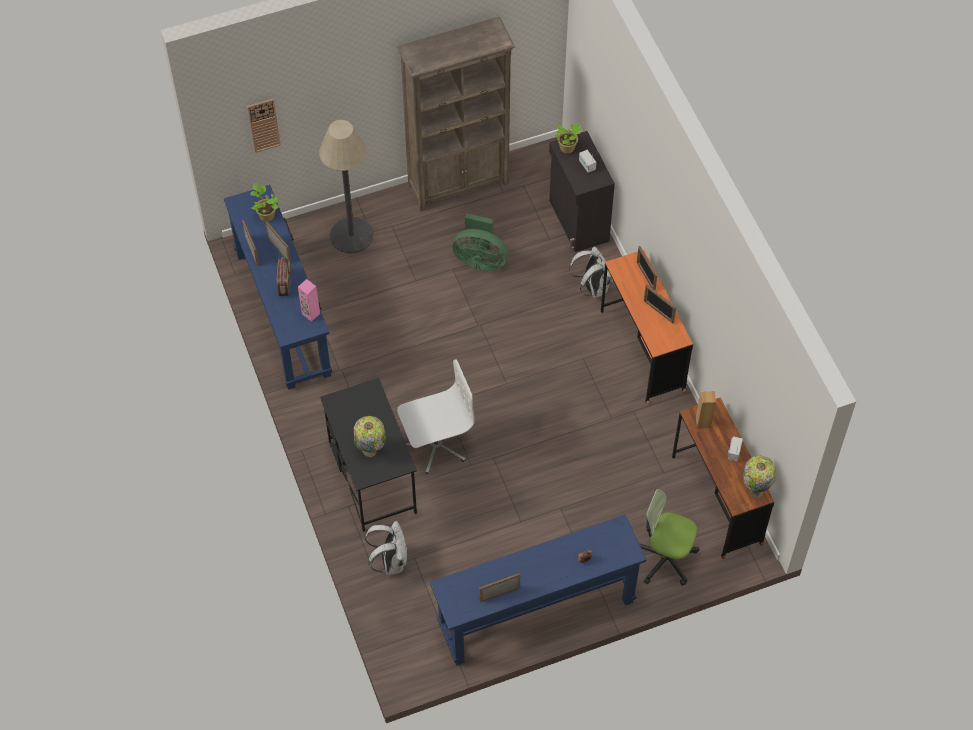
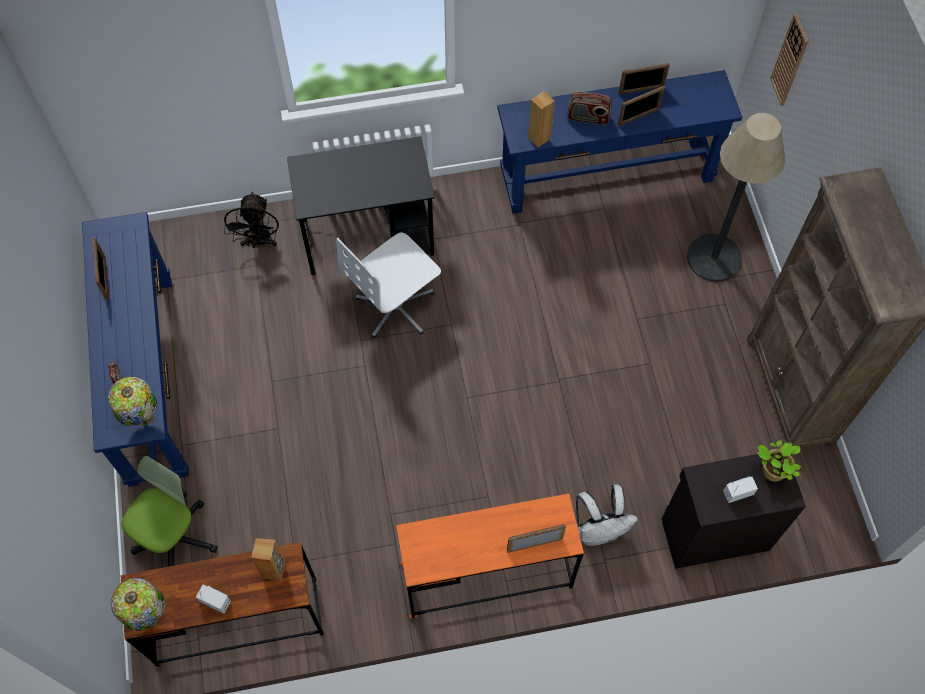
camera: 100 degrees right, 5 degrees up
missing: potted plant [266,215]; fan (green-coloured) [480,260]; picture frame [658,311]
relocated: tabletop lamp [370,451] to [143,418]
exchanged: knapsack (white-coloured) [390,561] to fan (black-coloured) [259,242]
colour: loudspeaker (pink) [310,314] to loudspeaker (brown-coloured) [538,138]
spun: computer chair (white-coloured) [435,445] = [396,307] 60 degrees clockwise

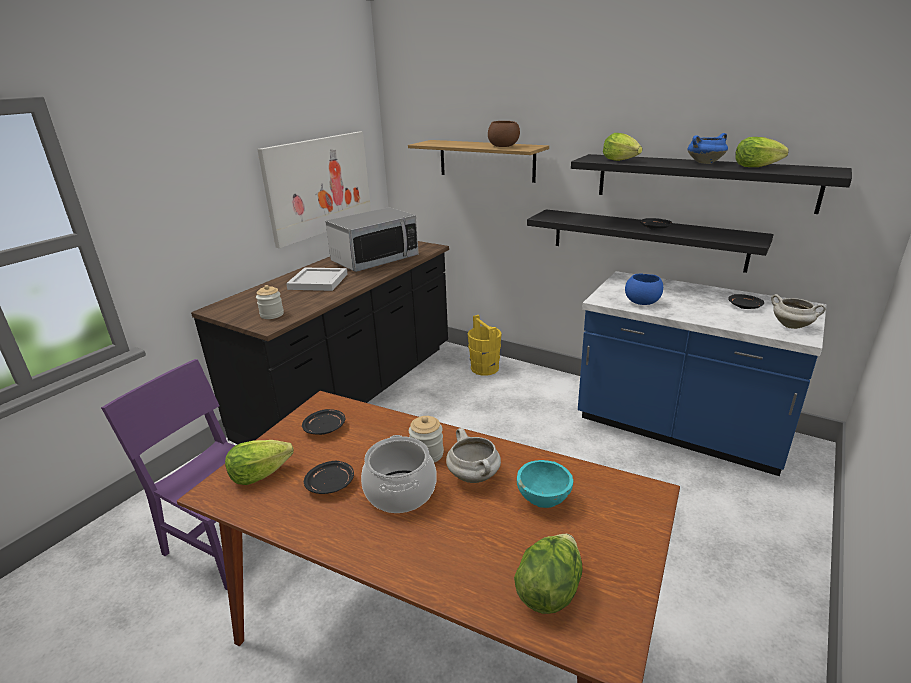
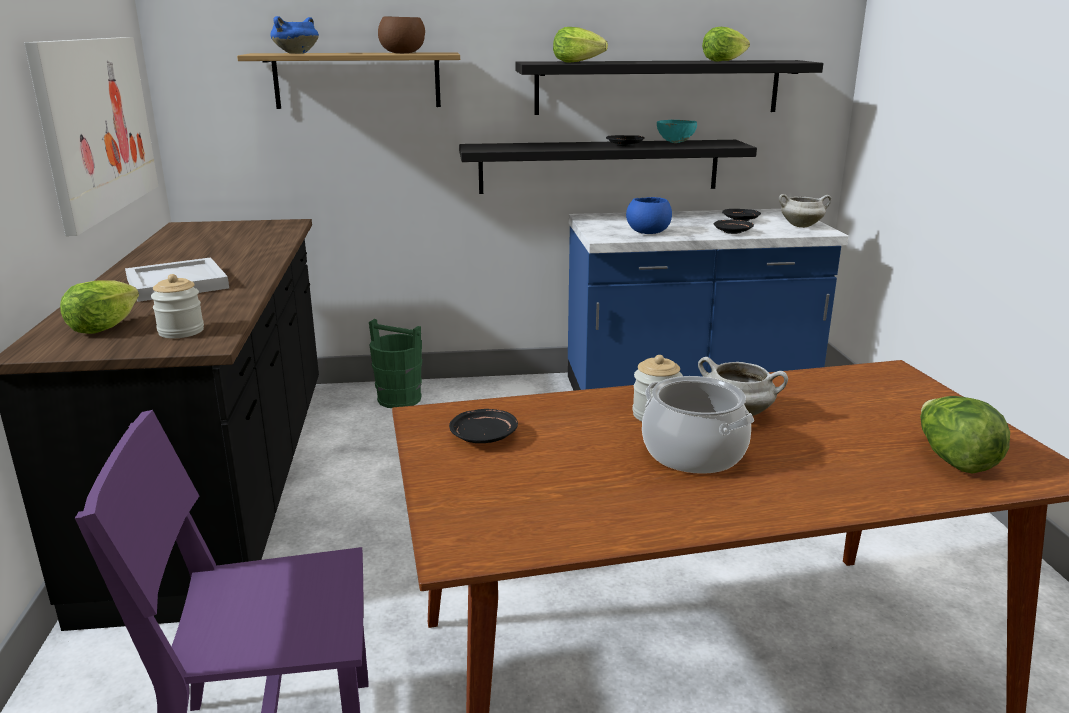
camera: 40 degrees left, 5 degrees down
missing: kitchen microwave [375,260]
relocated: lettuce [259,474] to [103,328]; stockpot (bluish) [705,163] to [296,53]; bowl (turquoise) [543,499] to [675,143]; flat dish (black-coloured) [331,484] to [732,232]
colour: pail (yellow-coloured) [485,368] to pail (green-coloured) [400,399]

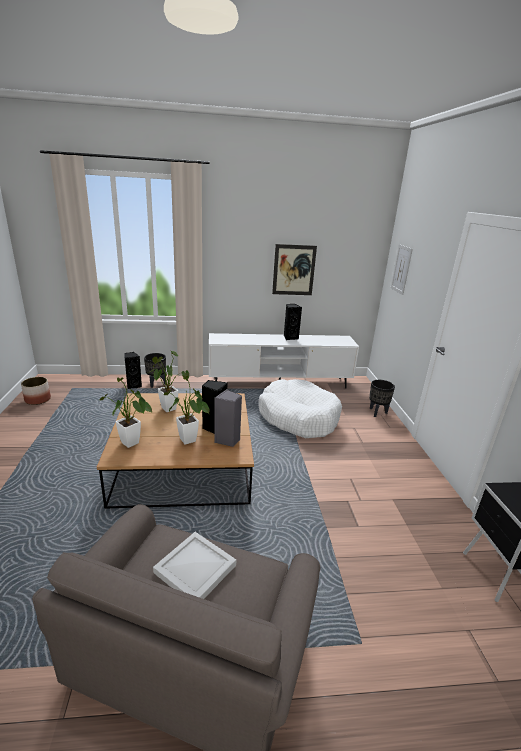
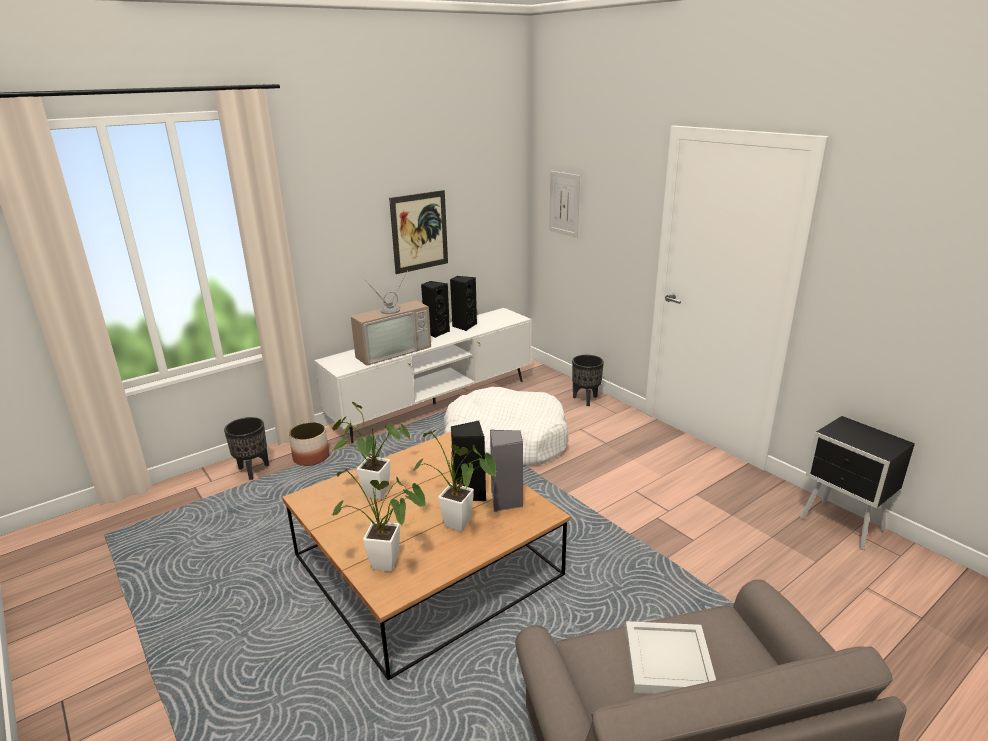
camera: 30 degrees left, 0 degrees up
appeared: television [391,350]
relocated: planter [37,400] to [311,457]; loudspeaker (black-coloured) [133,386] to [464,326]

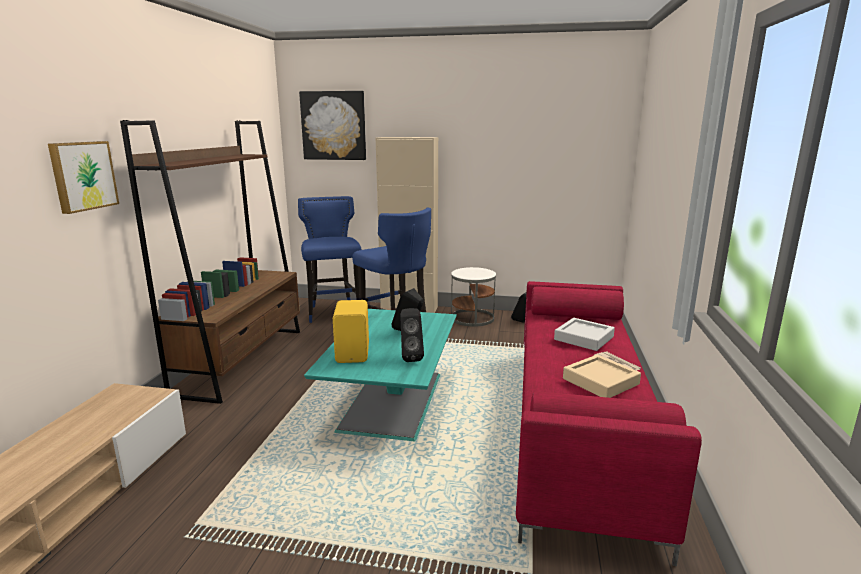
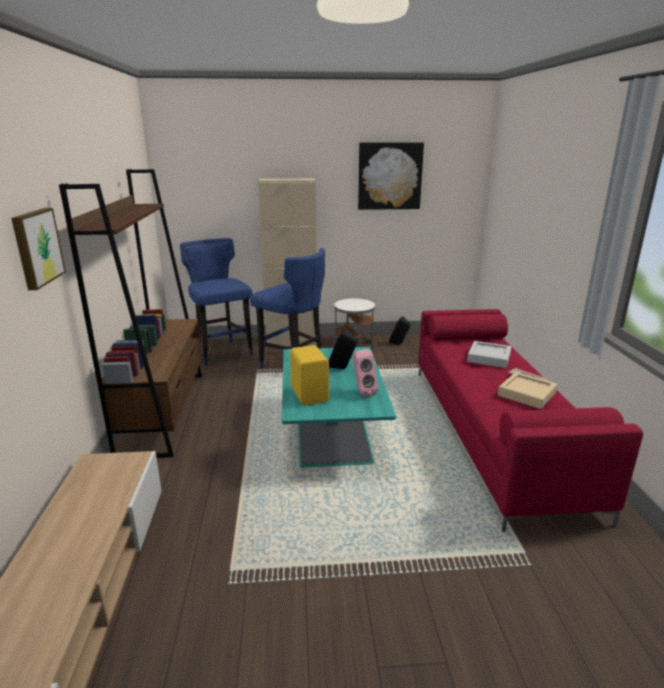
camera: 15 degrees left, 5 degrees up
relocated: wall art [333,126] to [389,176]
colour: loudspeaker (black-coloured) [410,357] to loudspeaker (pink) [362,392]

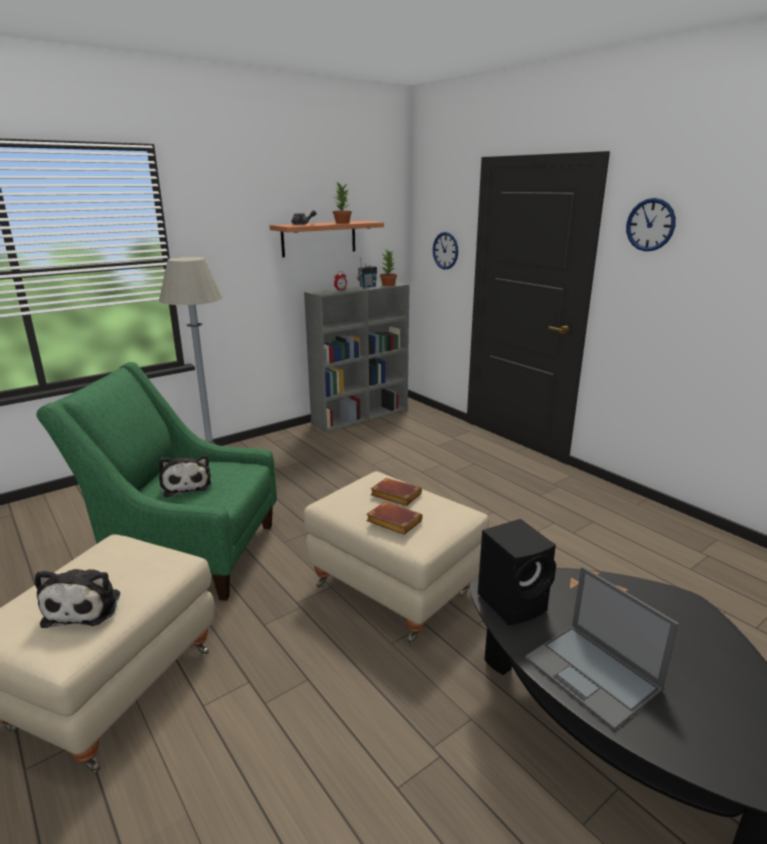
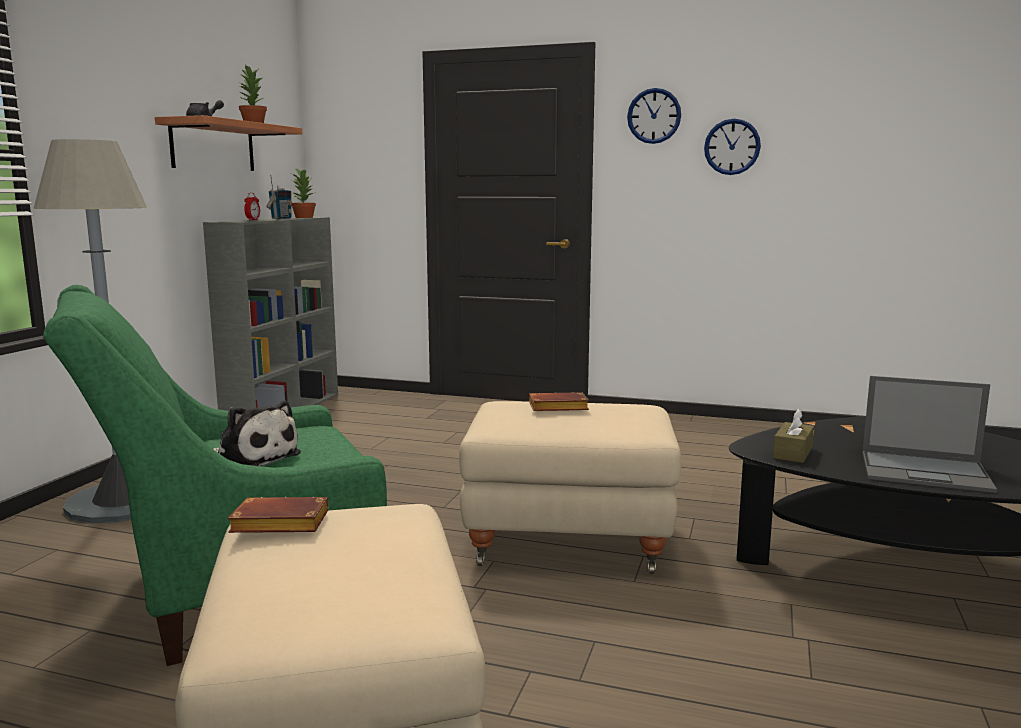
camera: 35 degrees left, 10 degrees down
missing: soft toy [85,606]
relocated: book (brown-coloured) [392,522] to [277,525]; clock on the wall [445,250] to [732,147]
exchanged: loudspeaker (black-coloured) [514,602] to tissue box (brown-coloured) [792,453]

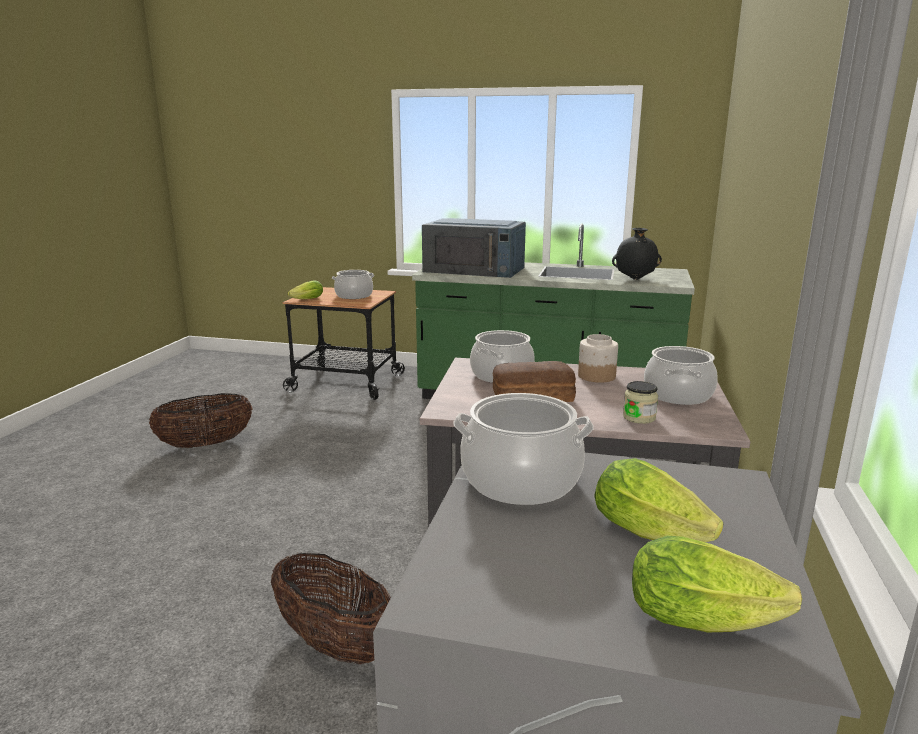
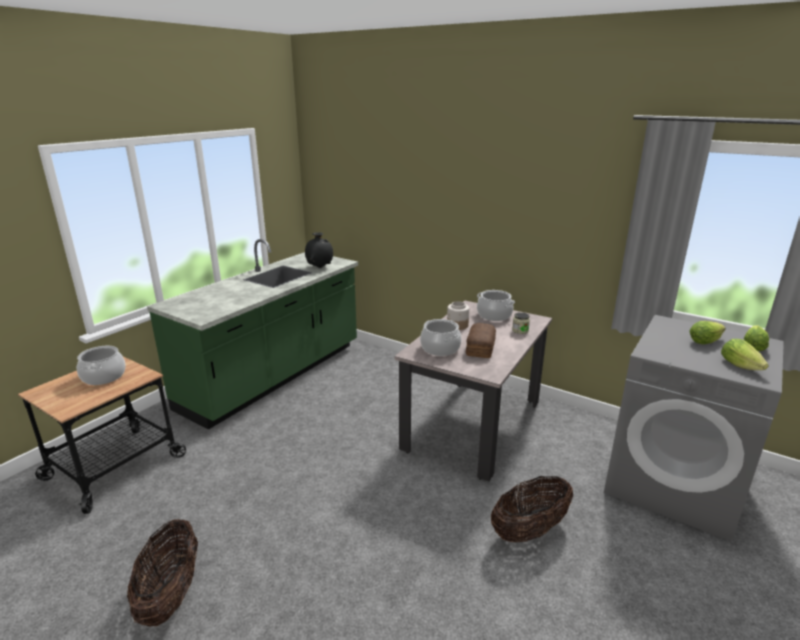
camera: 70 degrees left, 5 degrees up
missing: kitchen microwave (bluish) [475,269]; stockpot [520,481]
relocated: lettuce [305,300] to [742,366]

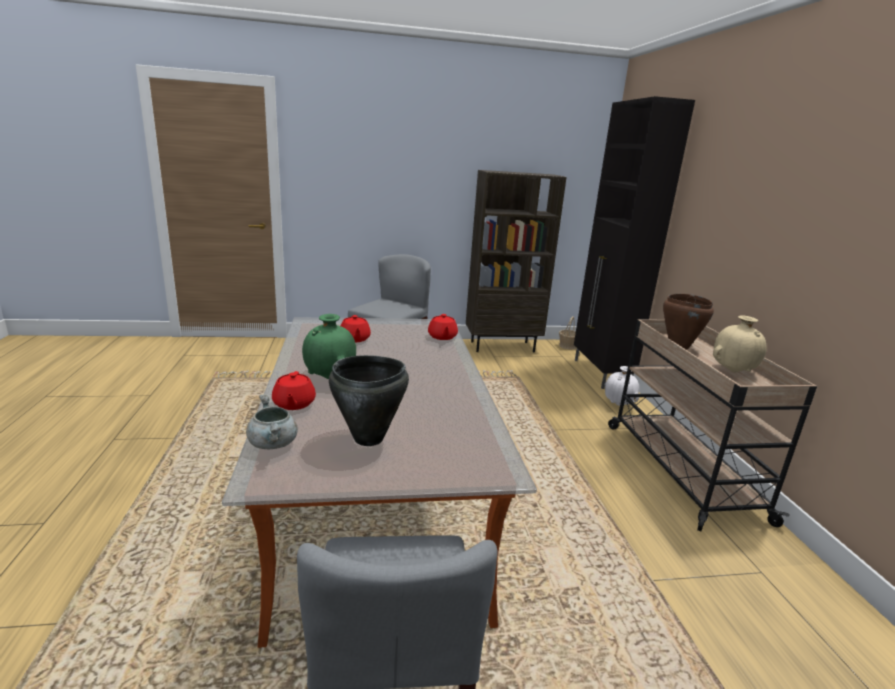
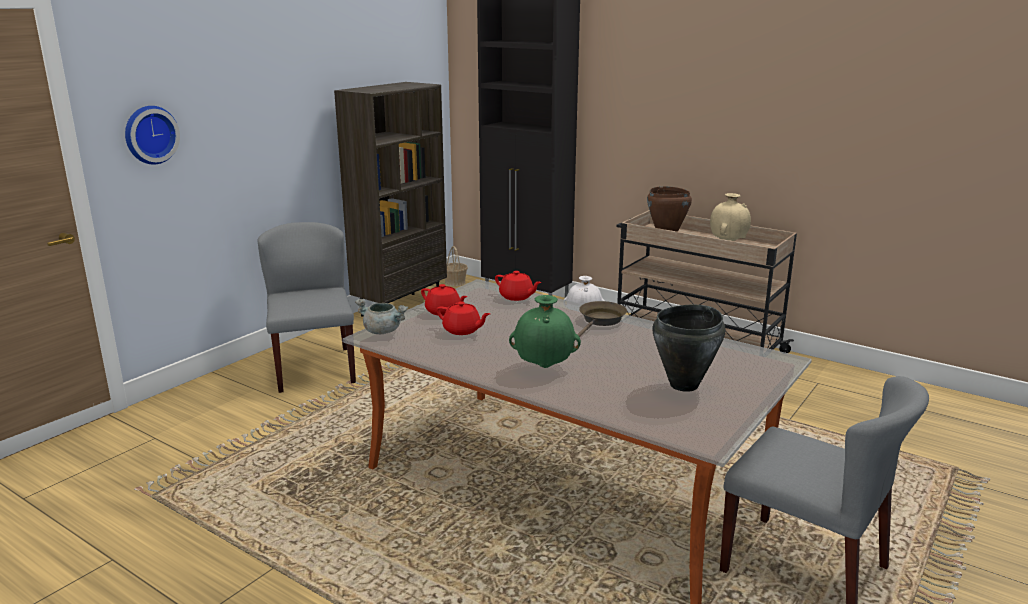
camera: 45 degrees left, 0 degrees up
appeared: clock on the wall [149,134]; pan (brown-coloured) [601,321]
relocated: stockpot (gray) [274,444] to [383,331]; teapot (reddish) [293,404] to [443,311]

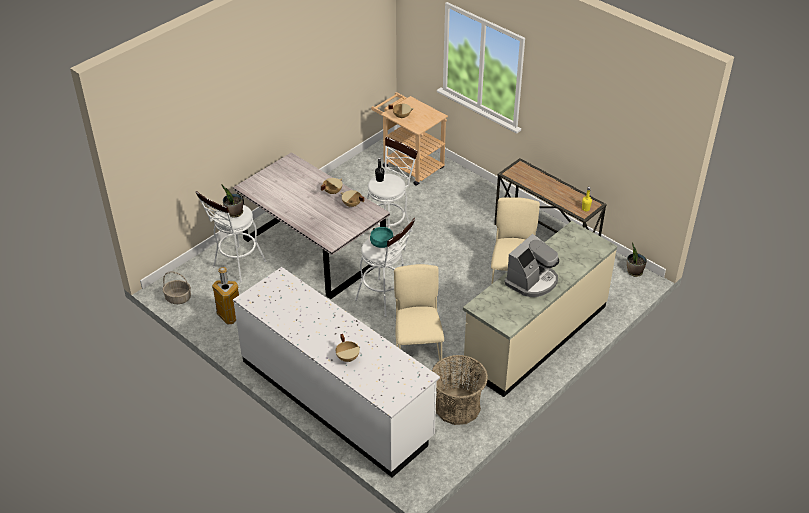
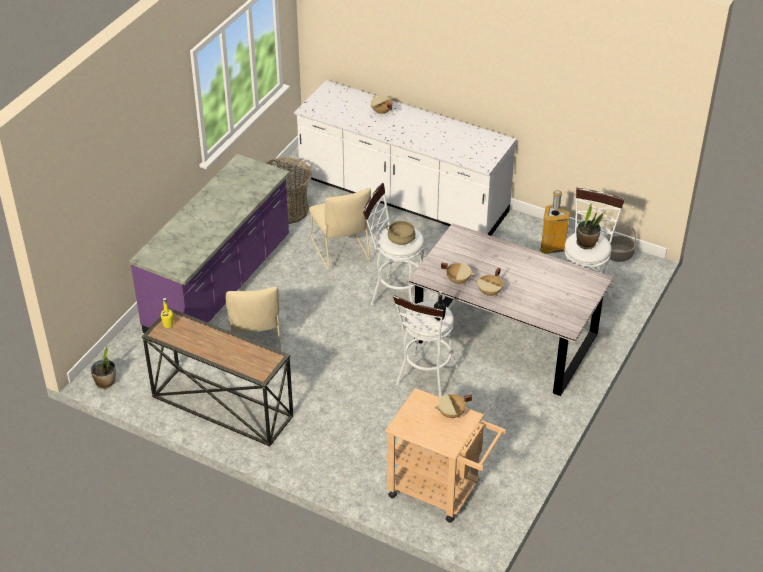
camera: 165 degrees right, 0 degrees up
missing: coffee machine [532,281]
colour: kitchen base unit (beige) [535,336] to kitchen base unit (purplish) [220,286]; stockpot (turquoise) [382,243] to stockpot (beige) [401,239]

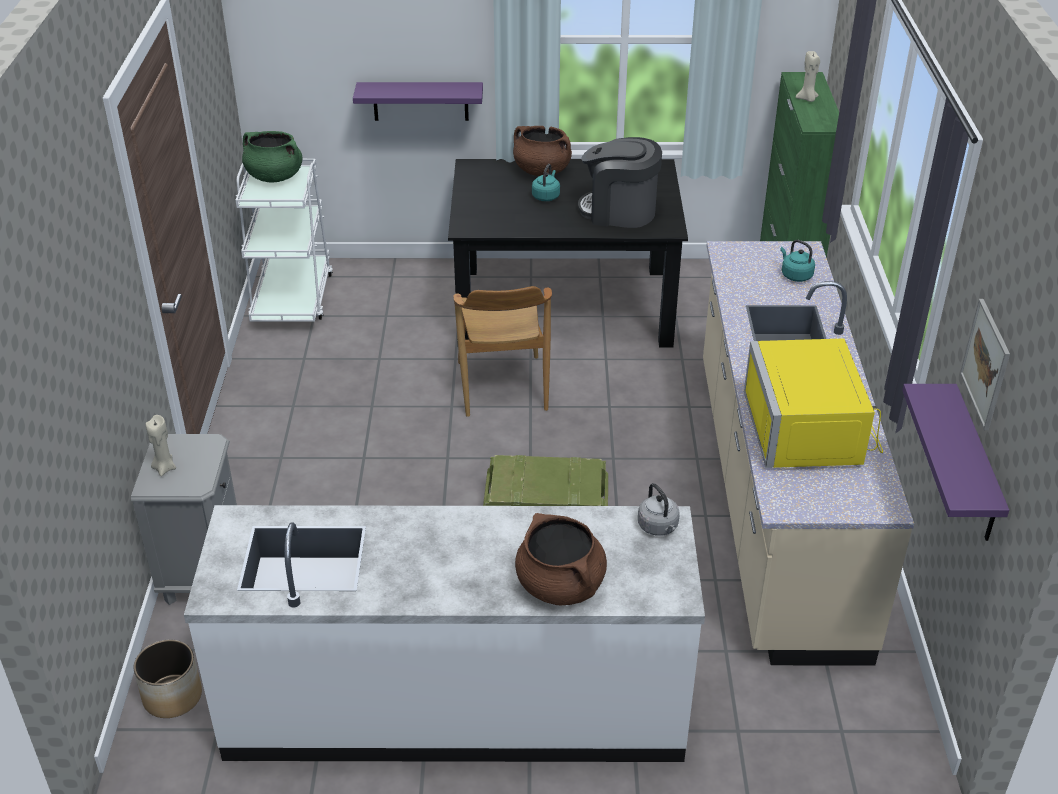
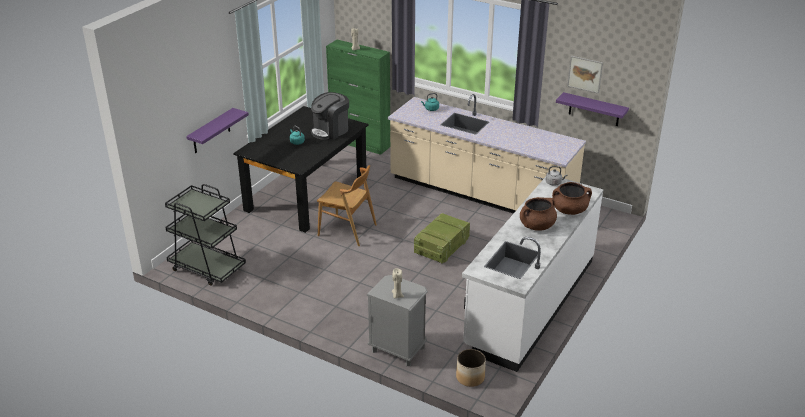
camera: 60 degrees left, 5 degrees down
missing: stockpot (green-coloured) [274,176]; kitchen microwave (yellow-coloured) [812,431]
relocated: stockpot (brown-coloured) [541,171] to [537,226]
colour: trolley (white-coloured) [292,298] to trolley (black-coloured) [207,268]

